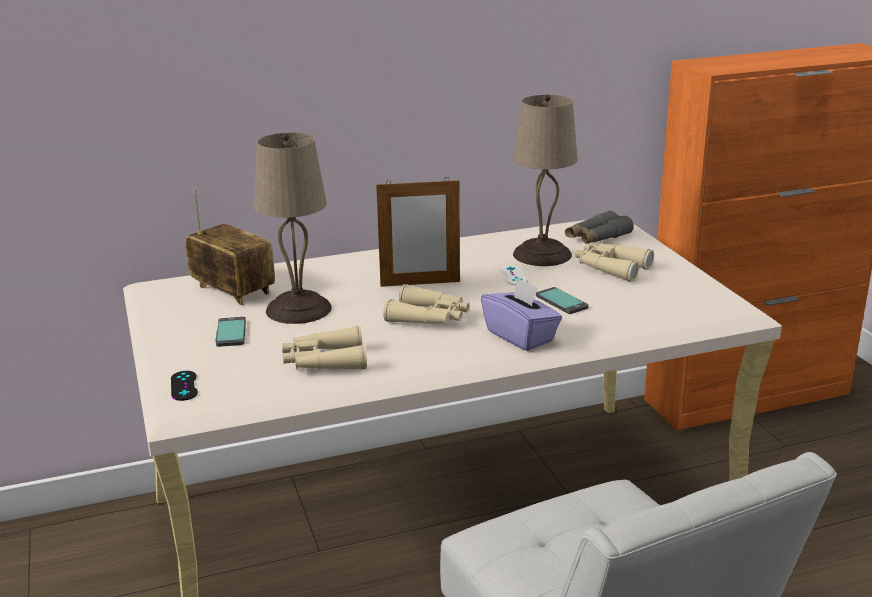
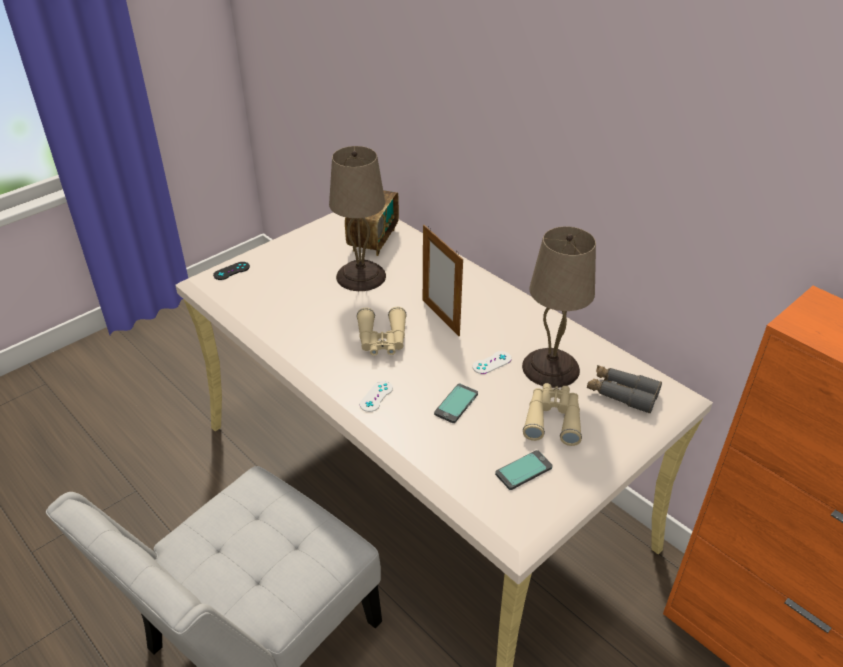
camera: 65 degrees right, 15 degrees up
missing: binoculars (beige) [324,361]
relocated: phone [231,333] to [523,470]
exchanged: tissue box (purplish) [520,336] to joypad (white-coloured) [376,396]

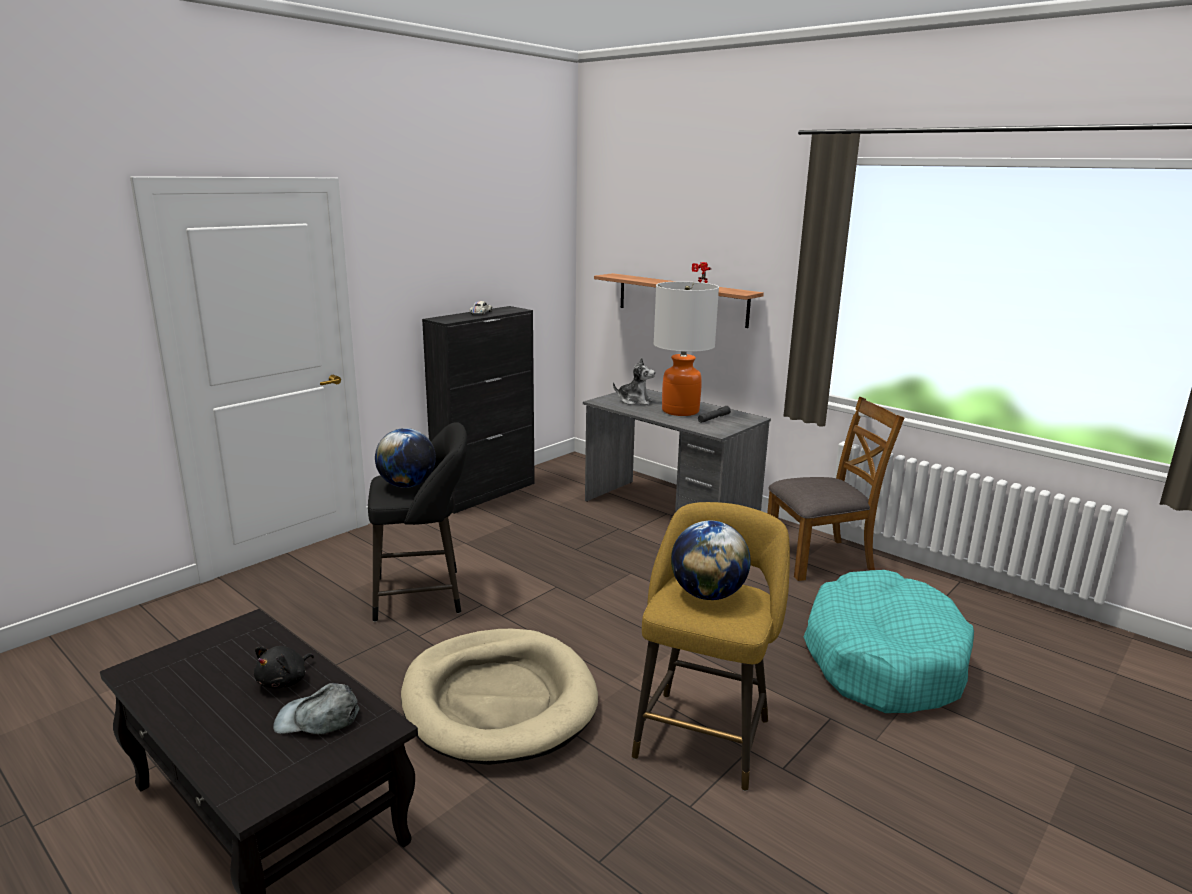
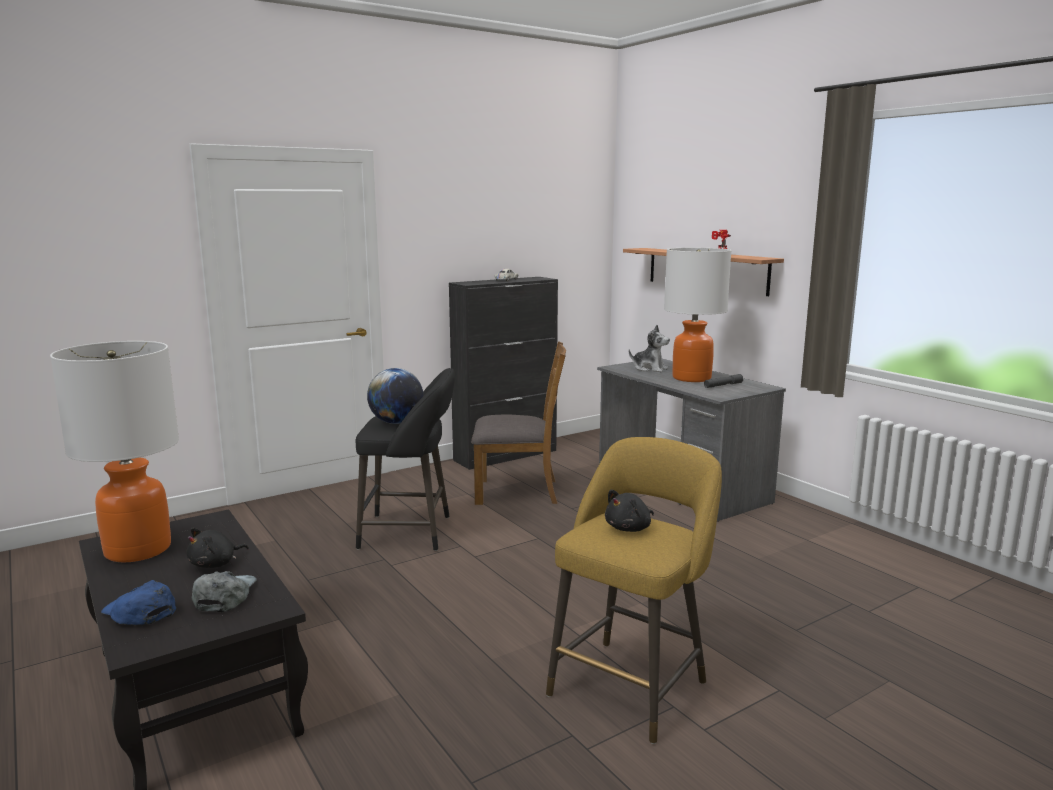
camera: 15 degrees right, 5 degrees down
missing: dog bed (beige) [498,700]; dog bed (turquoise) [882,660]
appeared: tabletop lamp [137,550]; baseball cap (bluish) [139,611]
relocated: upright chair (brown-coloured) [820,558] to [518,491]
exchanged: globe [707,594] to soft toy (black-coloured) [629,528]
spun: baseball cap (gray) [317,718] = [224,595] 75 degrees clockwise

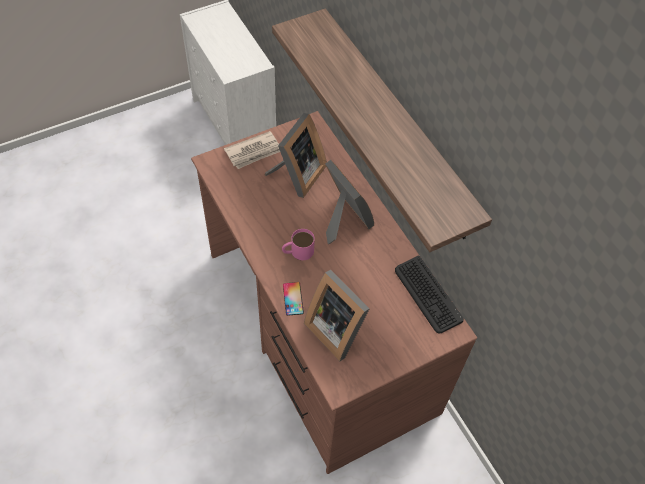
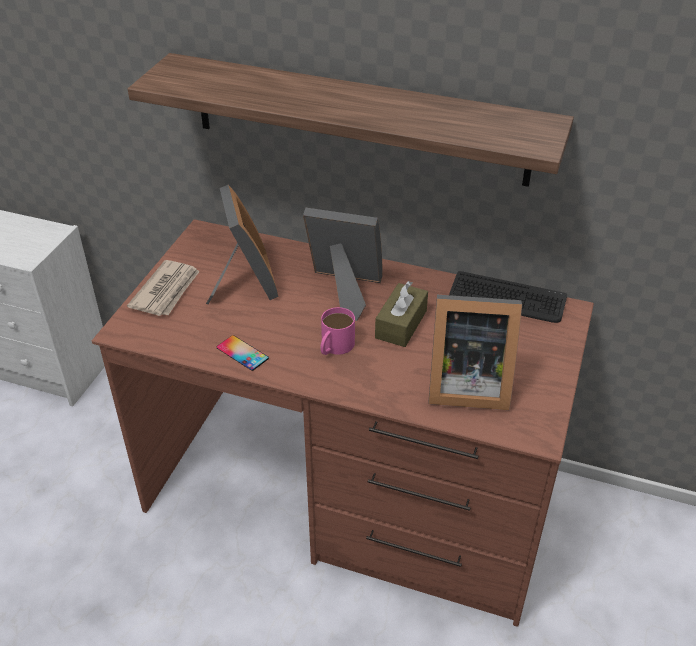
camera: 40 degrees left, 15 degrees down
appeared: tissue box (brown-coloured) [401,324]
relocated: phone [293,298] to [242,353]

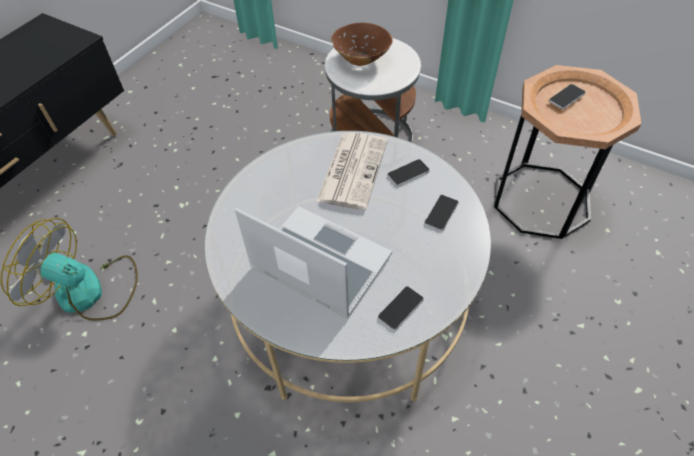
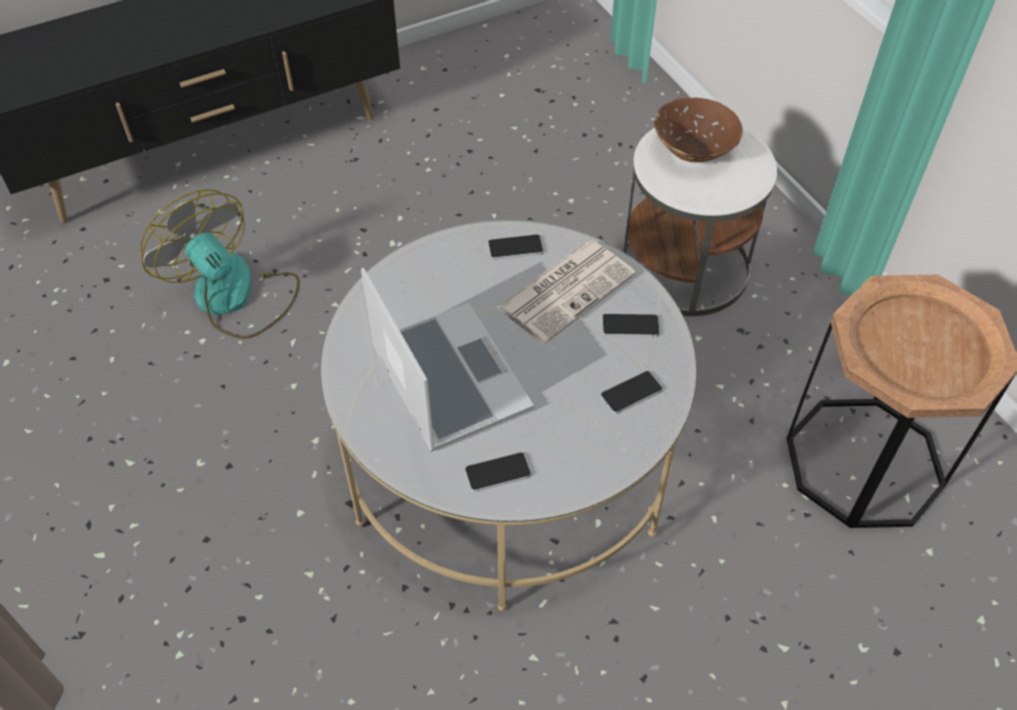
camera: 30 degrees right, 0 degrees up
relocated: phone [566,97] to [515,248]

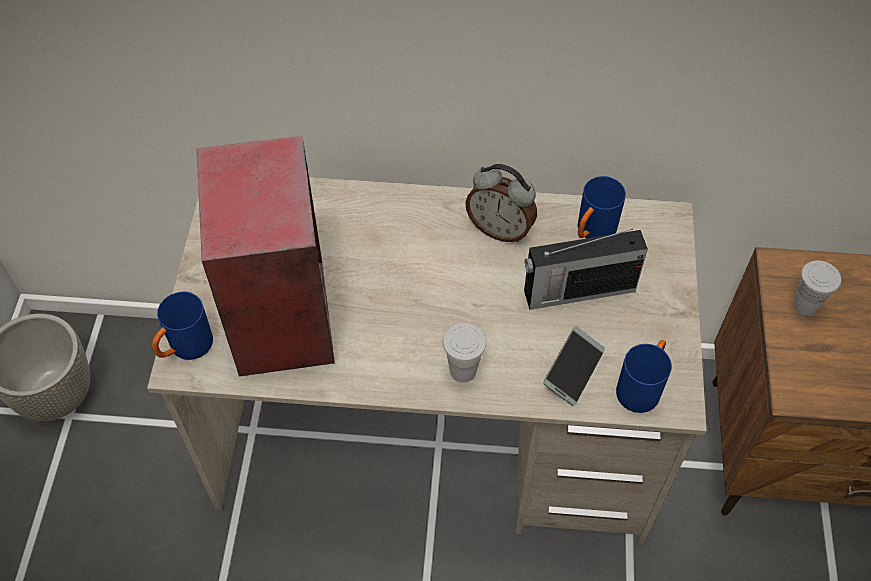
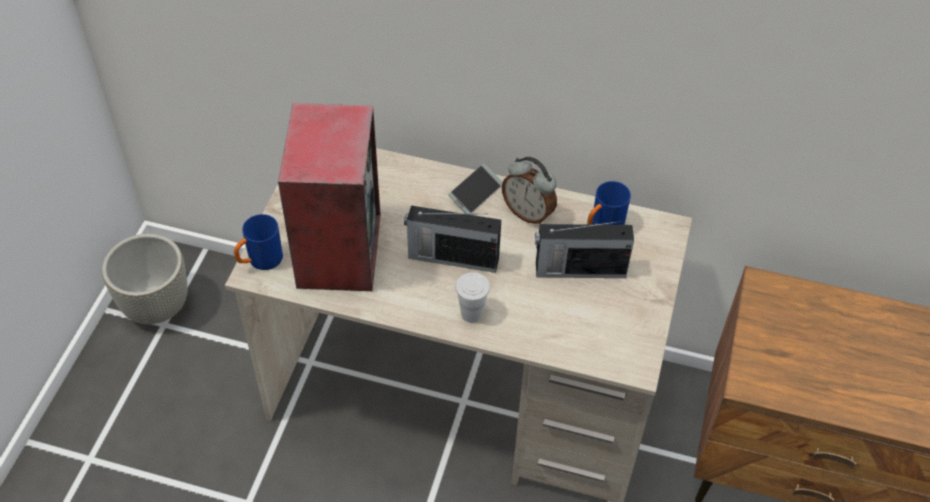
camera: 10 degrees right, 5 degrees down
missing: mug (bluish) [641,386]; drinking cup (white-coloured) [805,305]
appeared: radio [451,257]
relocated: phone [573,370] to [476,193]

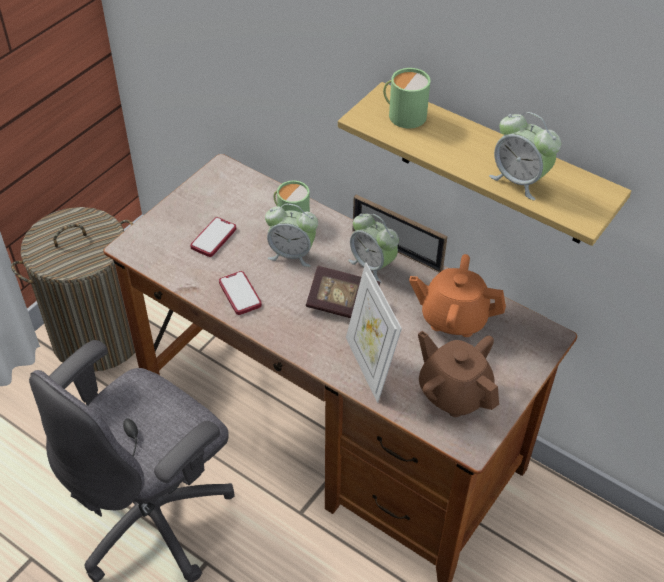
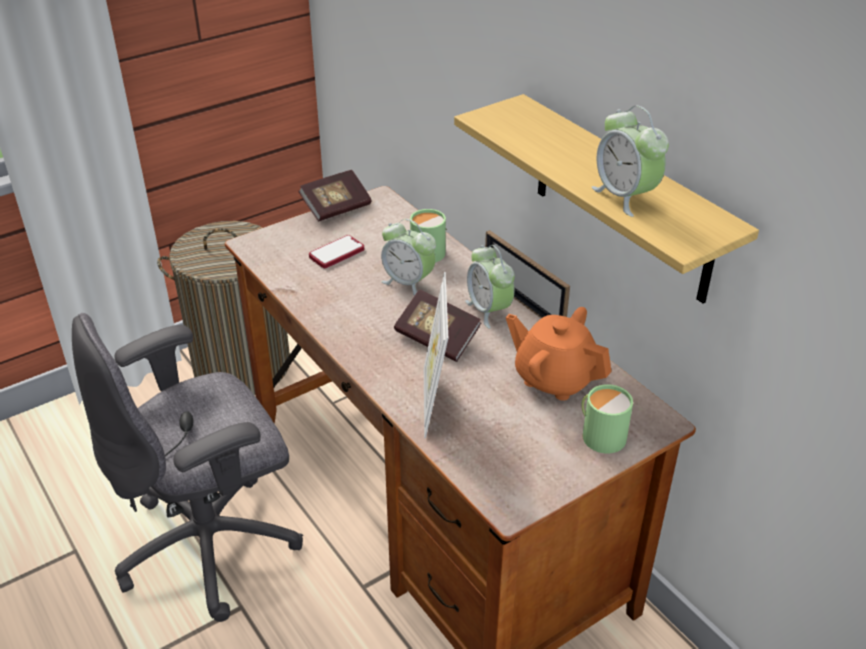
camera: 20 degrees right, 10 degrees down
missing: phone [240,294]; teapot (brown-coloured) [454,392]
appeared: book [336,208]
relocated: mug (green-coloured) [403,114] to [600,434]

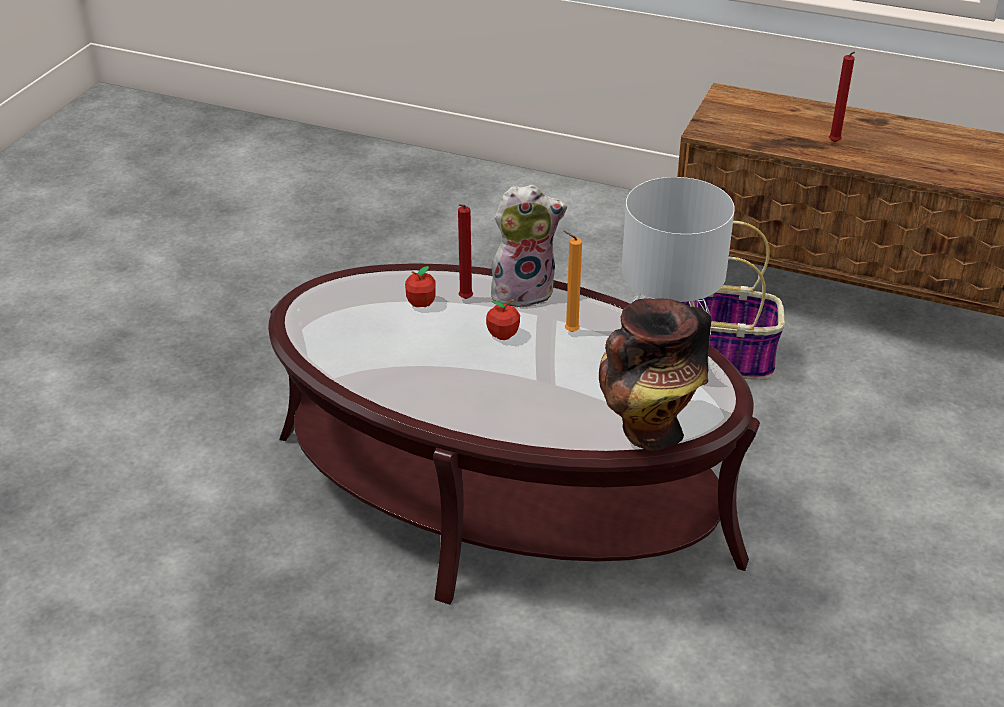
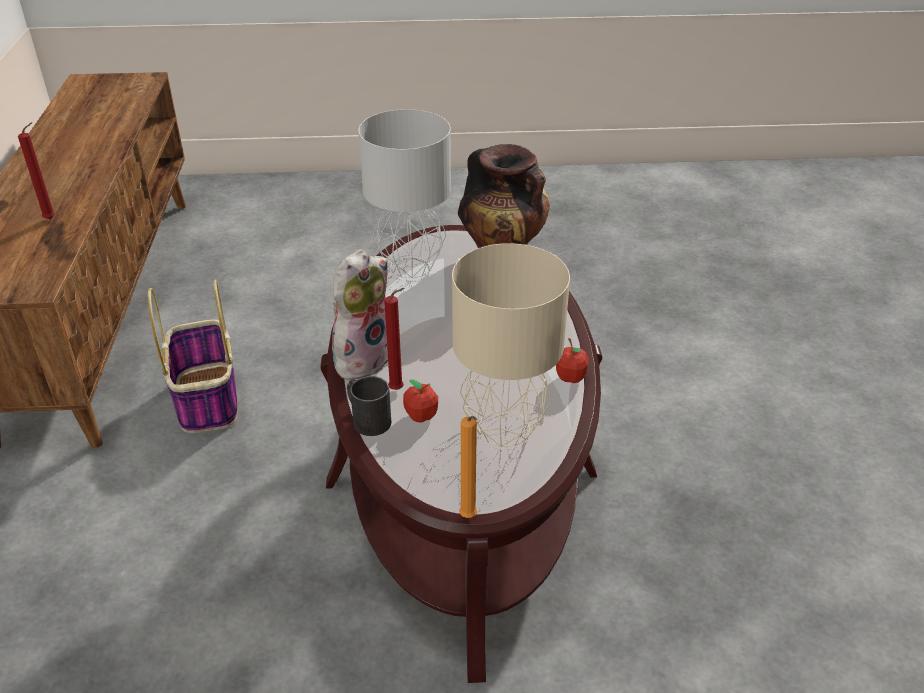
camera: 115 degrees left, 0 degrees up
appeared: mug (black-coloured) [367,418]; tabletop lamp (beige) [503,429]
relocated: wax light (orangey) [569,331] to [469,518]; whole apple [503,335] to [570,378]
spun: soft toy [524,291] = [361,358] 75 degrees clockwise

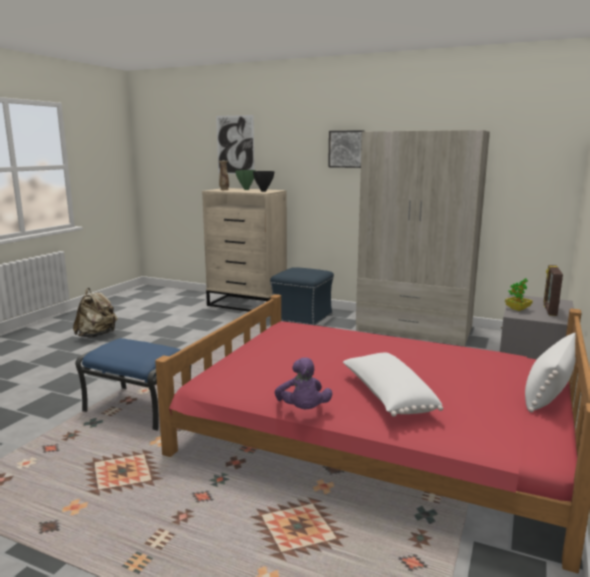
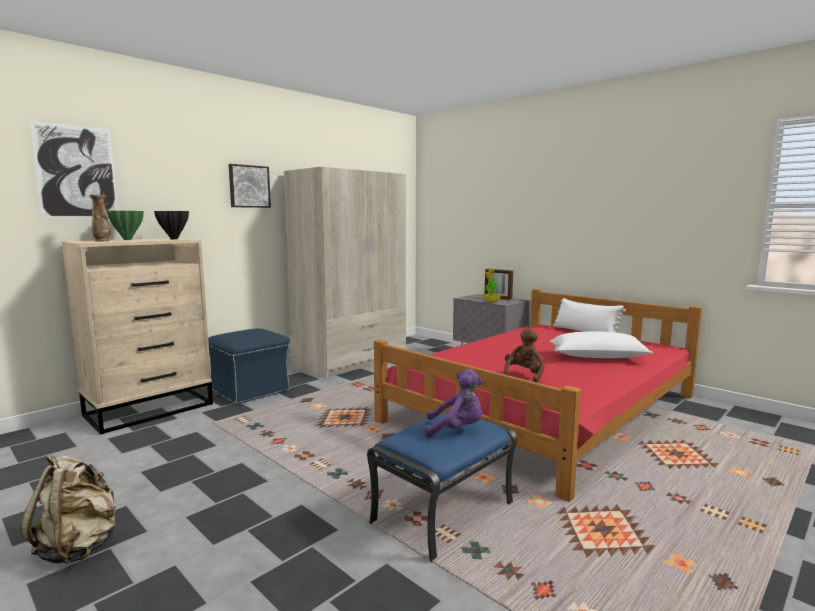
camera: 70 degrees left, 5 degrees down
appeared: soft toy (brown-coloured) [523,377]
relocated: soft toy (purplish) [303,410] to [456,430]

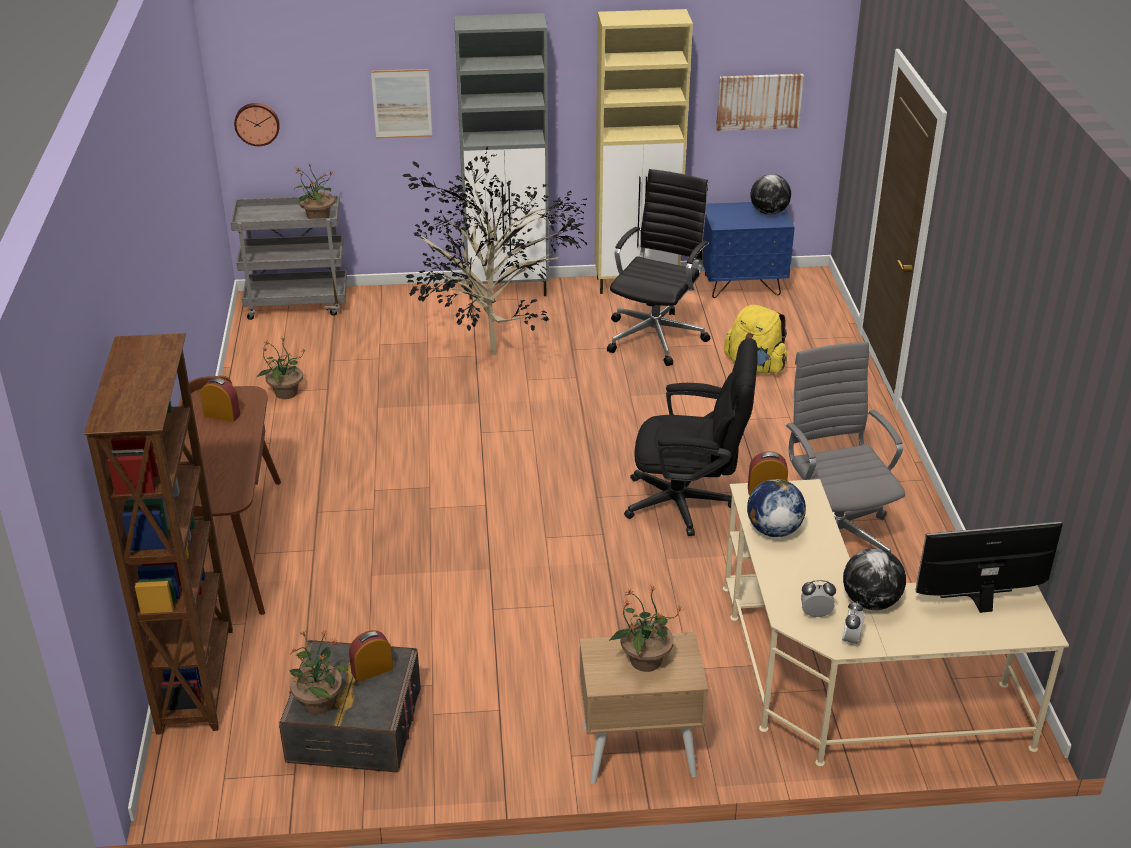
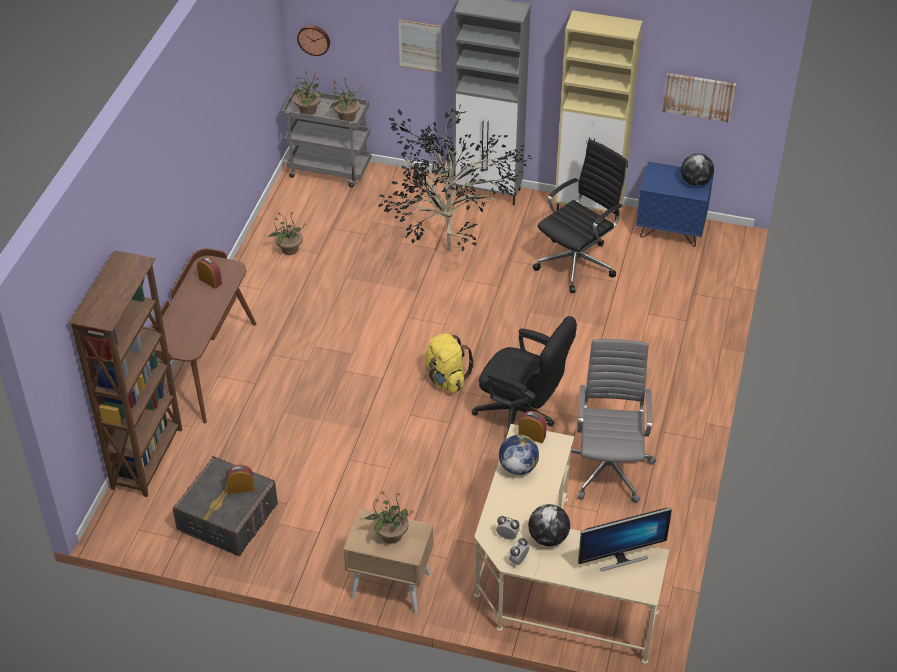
camera: 20 degrees right, 10 degrees up
relocated: potted plant [319,702] to [308,110]; knapsack (yellow-coloured) [755,366] to [446,379]
spun: computer screen [980,601] = [620,558] 150 degrees clockwise

